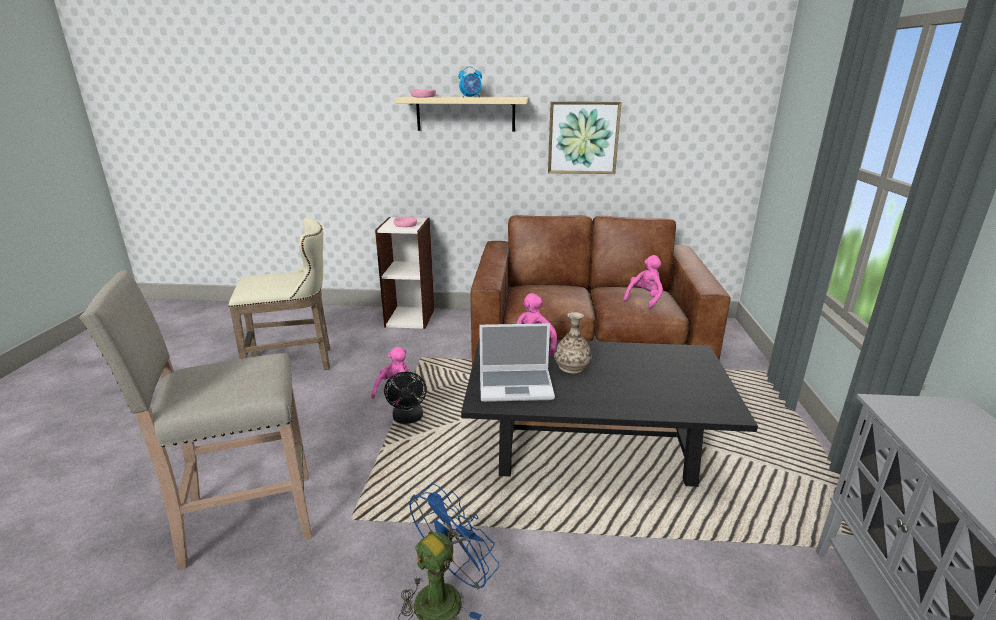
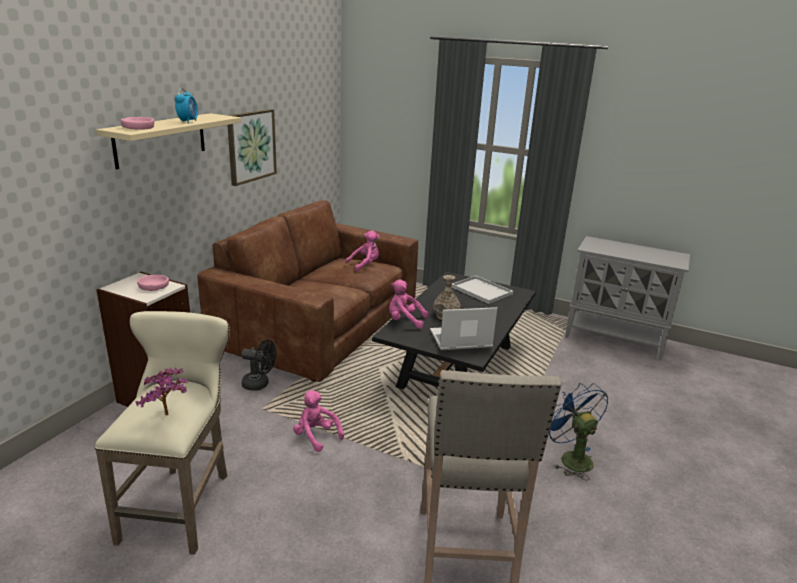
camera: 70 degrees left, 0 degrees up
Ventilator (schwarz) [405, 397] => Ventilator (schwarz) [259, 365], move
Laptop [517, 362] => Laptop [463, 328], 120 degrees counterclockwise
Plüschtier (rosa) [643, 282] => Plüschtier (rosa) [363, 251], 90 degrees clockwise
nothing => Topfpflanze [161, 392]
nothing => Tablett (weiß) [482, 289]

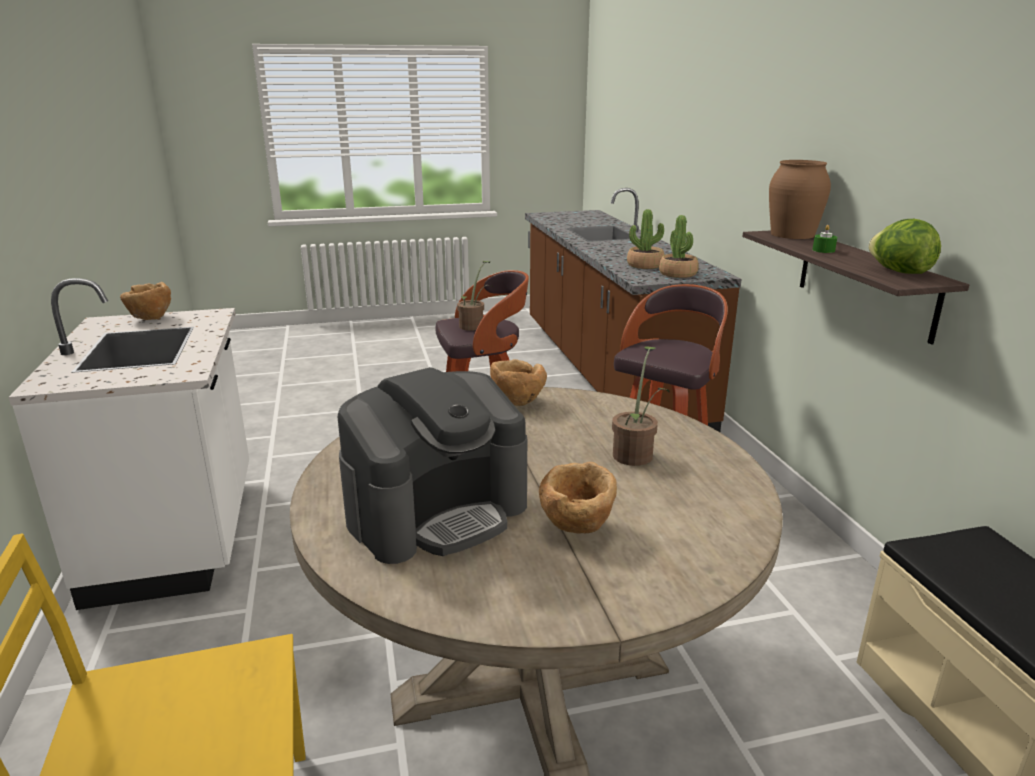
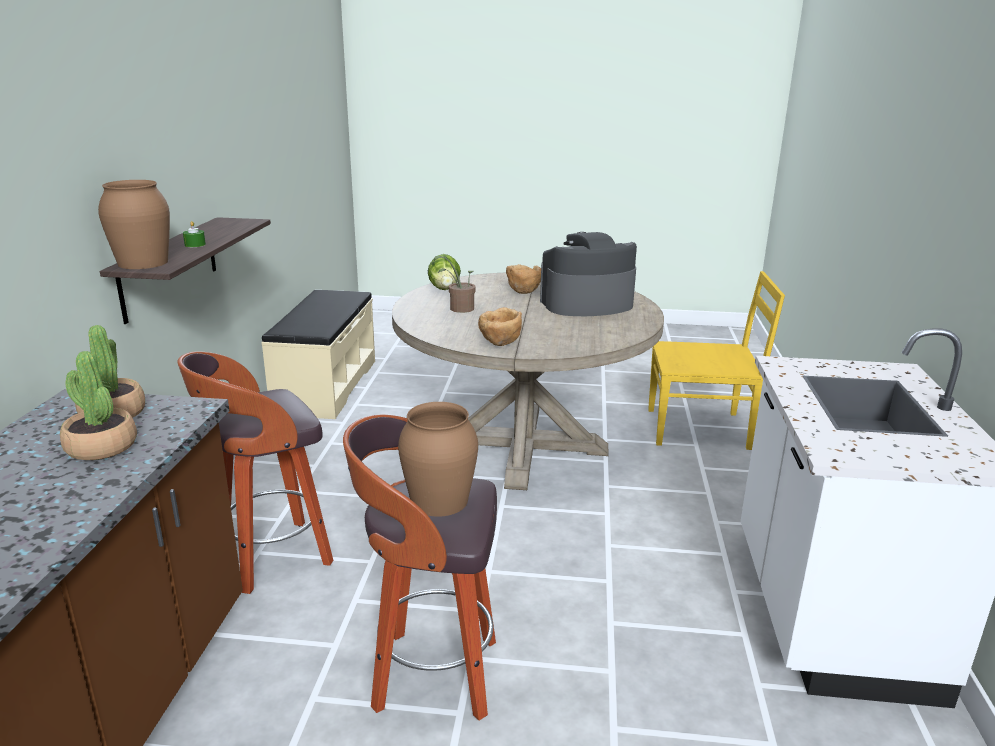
camera: 160 degrees left, 0 degrees up
Schüssel (braun) [145, 301] => nothing
Topfpflanze [475, 296] => Vase (braun) [438, 459]
Salatkopf [904, 246] => Salatkopf [444, 272], move

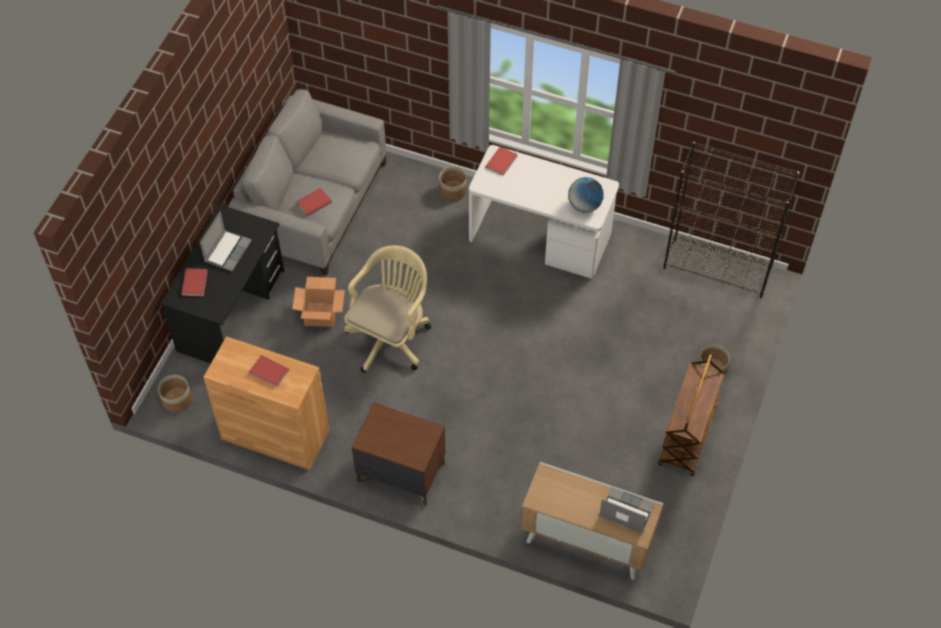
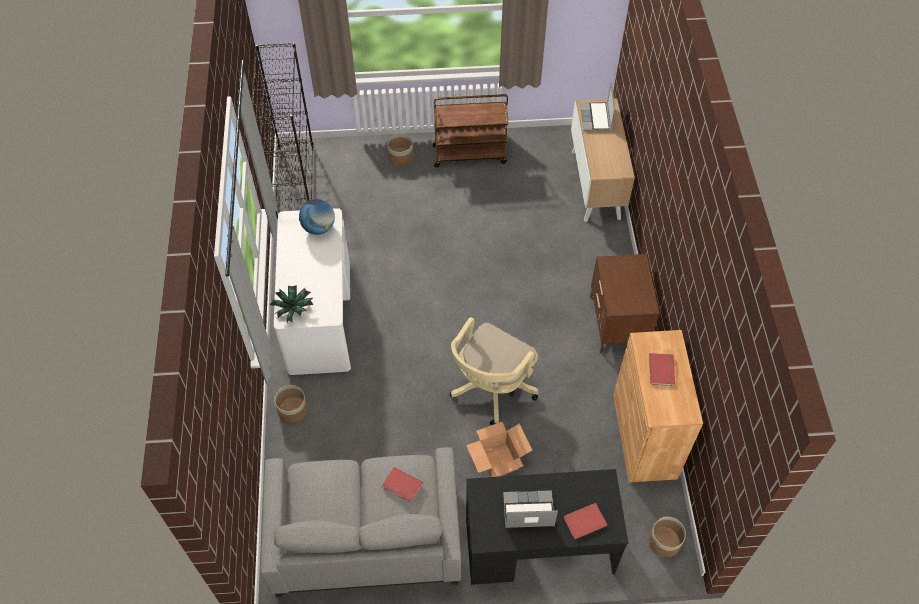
camera: 115 degrees left, 0 degrees up
Bürostuhl (beige) [387, 308] => Bürostuhl (beige) [494, 371], 60 degrees counterclockwise
Buch (rot) [501, 161] => Topfpflanze [291, 304]

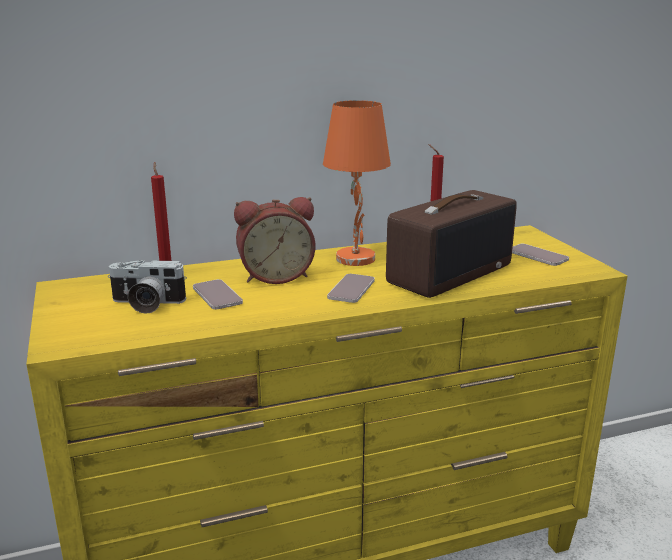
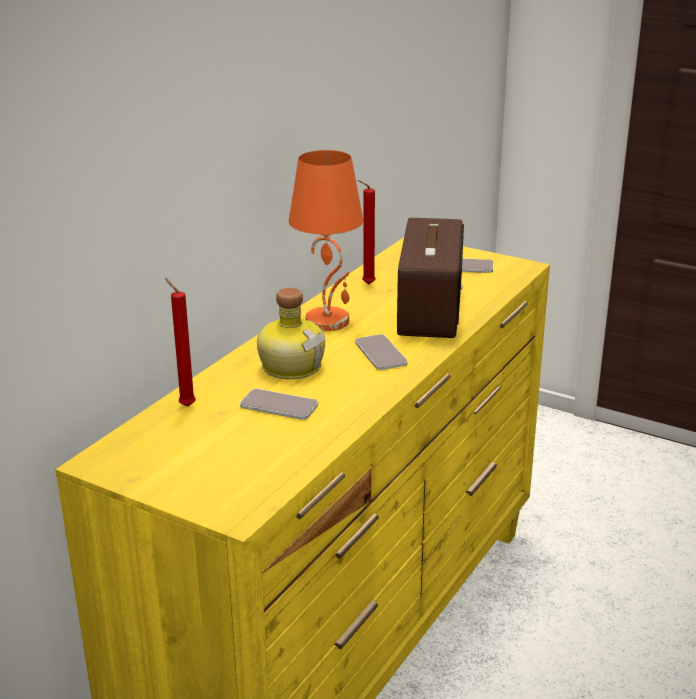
camera: 40 degrees left, 5 degrees up
Kamera [147, 287] => nothing
Wecker [274, 240] => Flasche [291, 333]

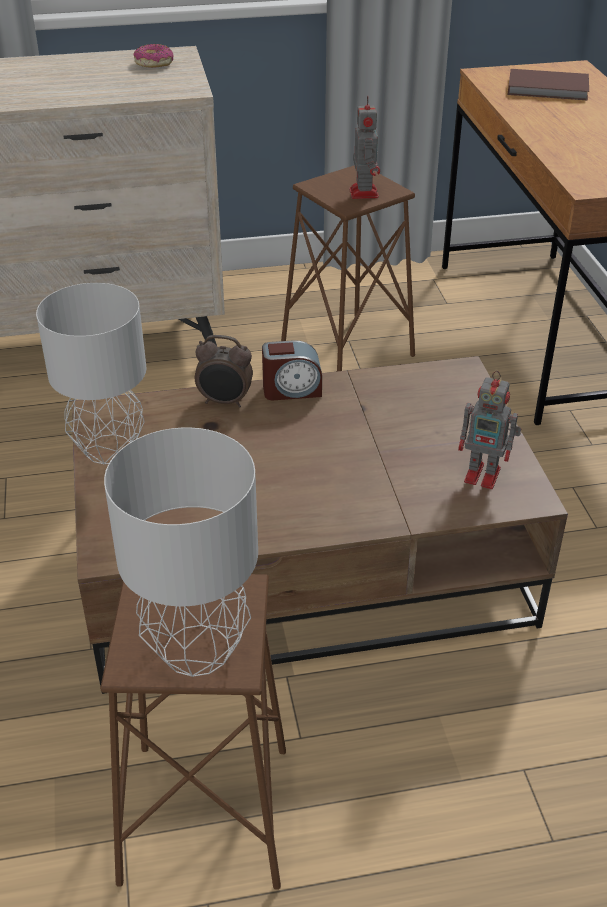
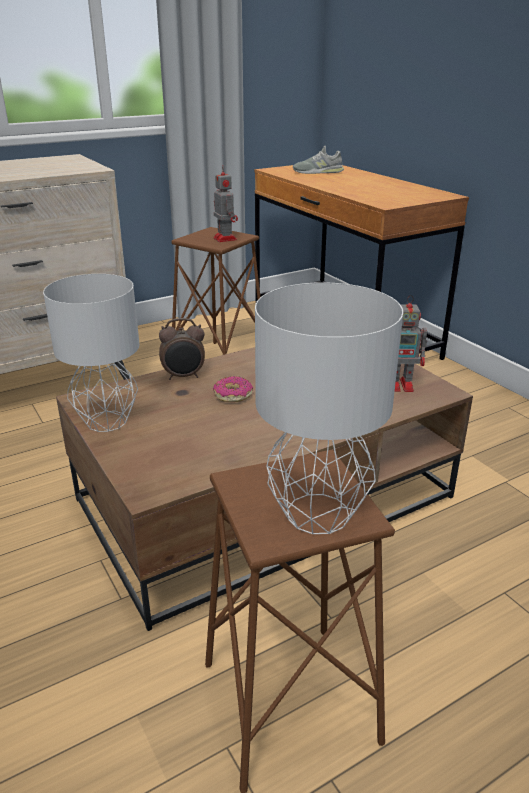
camera: 20 degrees left, 10 degrees down
Donut [153, 56] => Donut [233, 389], move
Wecker [292, 370] => nothing
Buch (braun) [548, 85] => Schuh (grau) [318, 159]

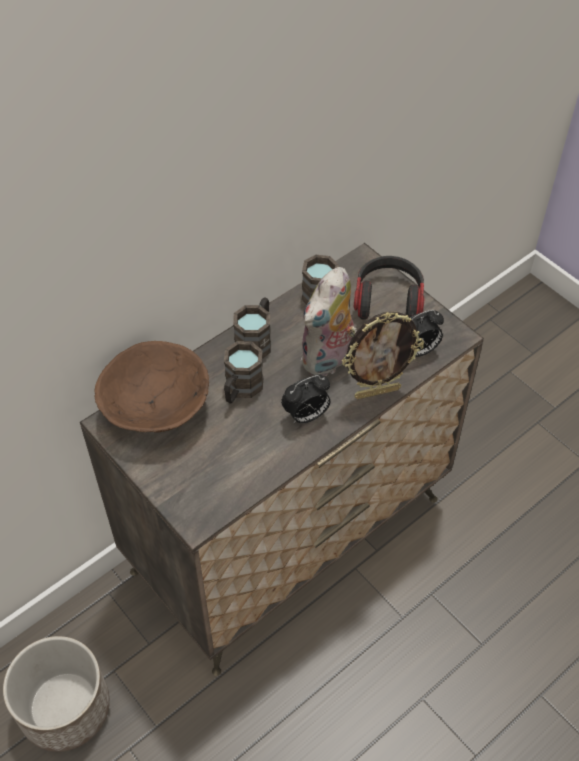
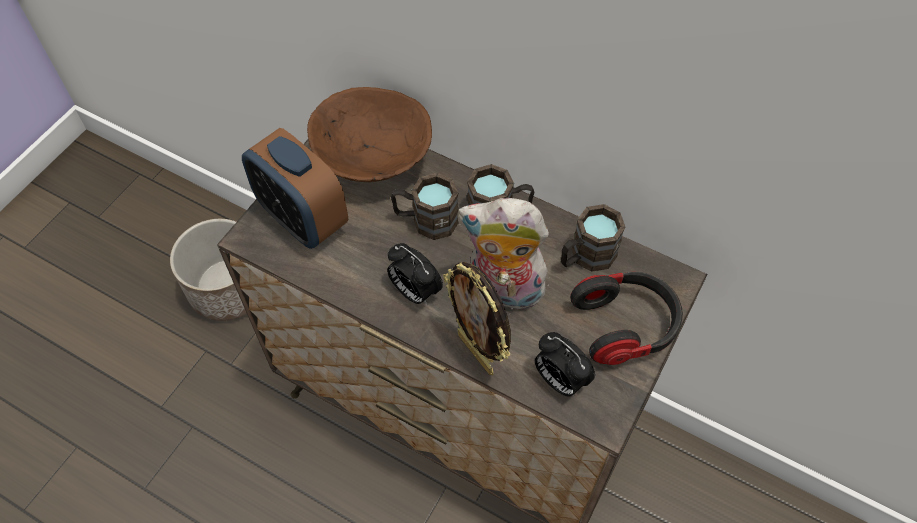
camera: 70 degrees right, 5 degrees up
nothing => Wecker [295, 188]

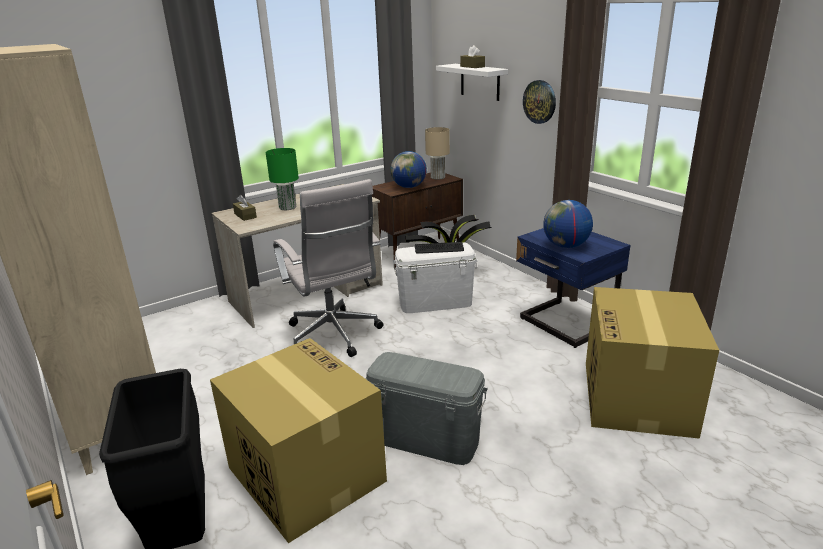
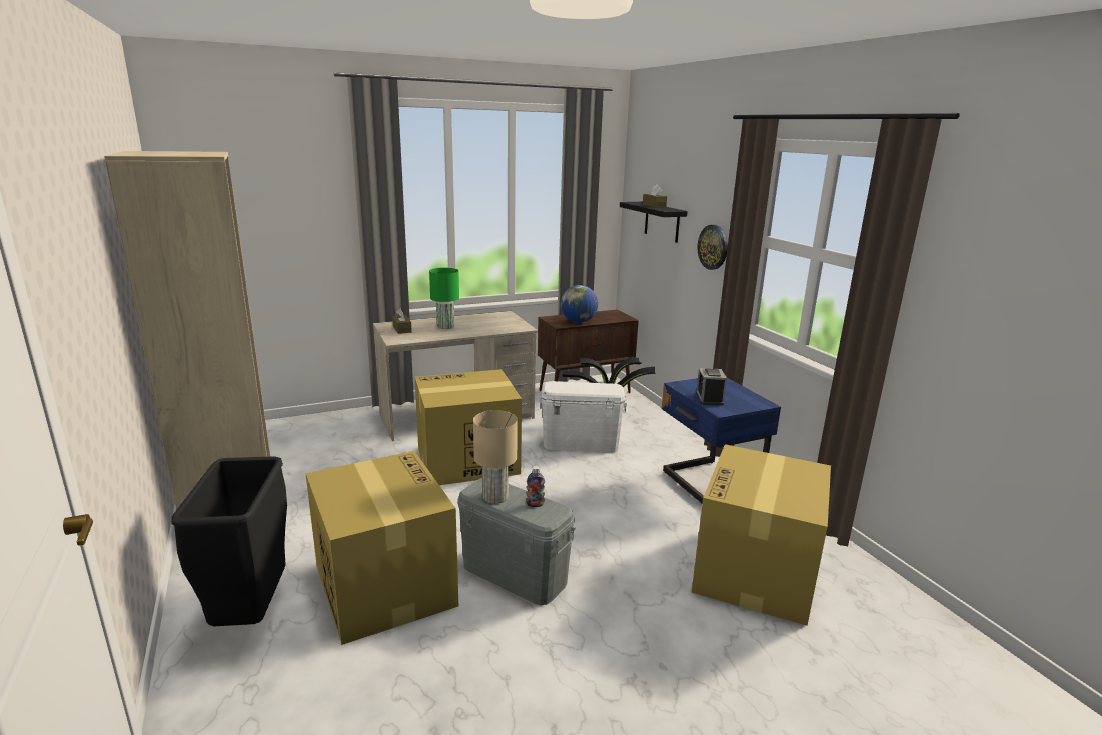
camera: 10 degrees right, 5 degrees down
Bürostuhl (weiß) [328, 268] => Karton [468, 427]
Tastatur [439, 248] => nothing
Tischlampe (beige) [437, 153] => Tischlampe (beige) [495, 457], move
Wandregal (weiß) [472, 82] => Wandregal (schwarz) [654, 222]
Globus [568, 224] => Wecker [711, 387]
nothing => Flasche [536, 486]

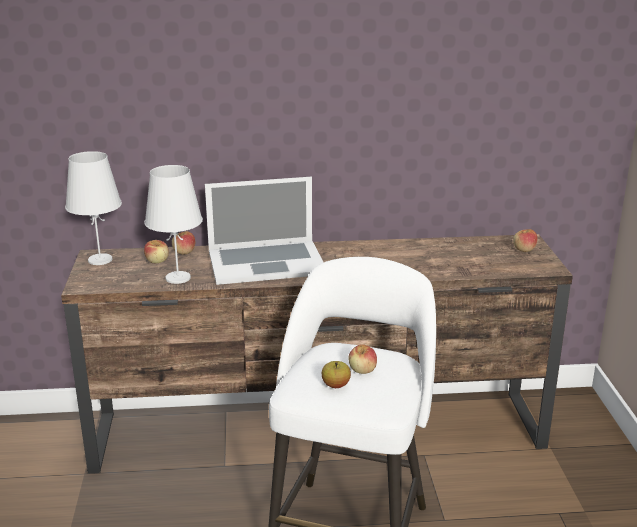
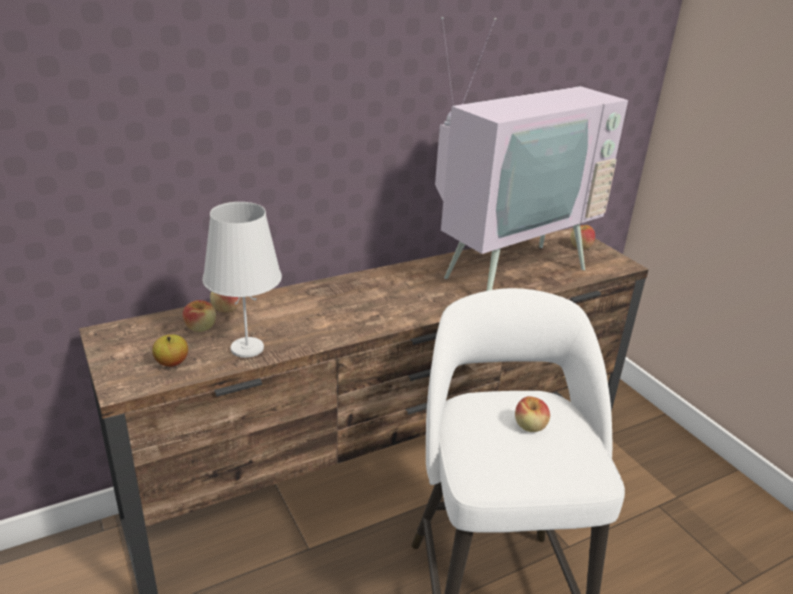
camera: 25 degrees left, 5 degrees up
Tischlampe (weiß) [93, 208] => nothing
Laptop [264, 231] => nothing
Apfel [336, 374] => Apfel [170, 350], move
nothing => Fernseher [531, 154]

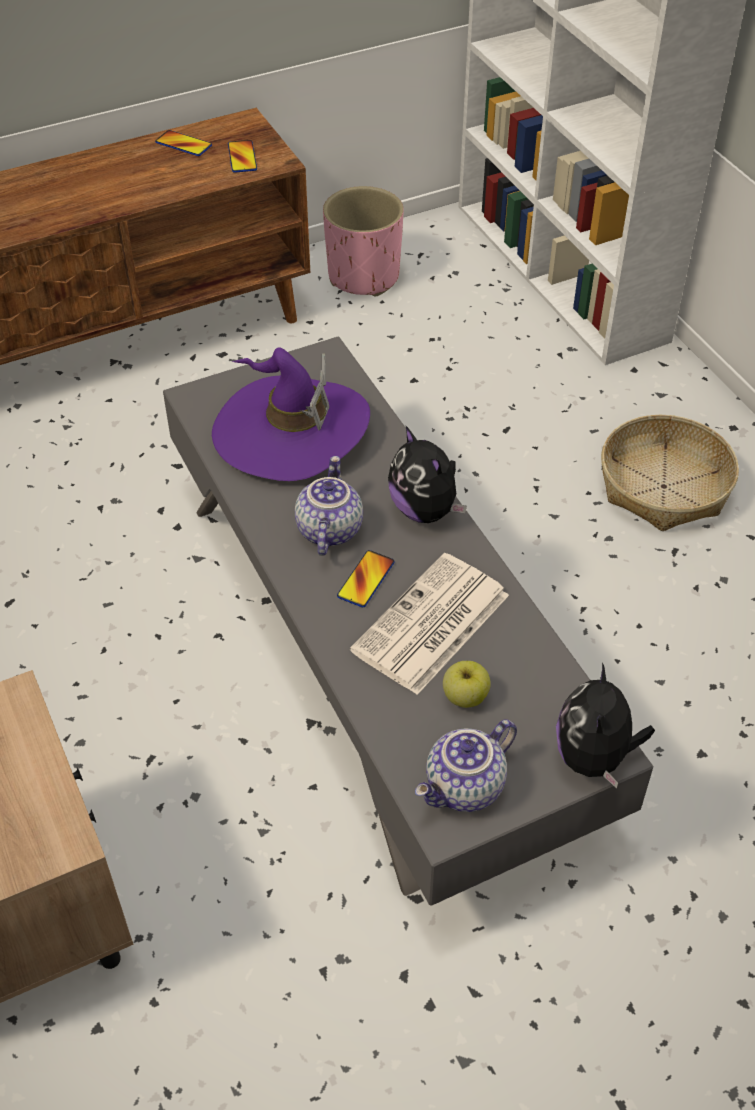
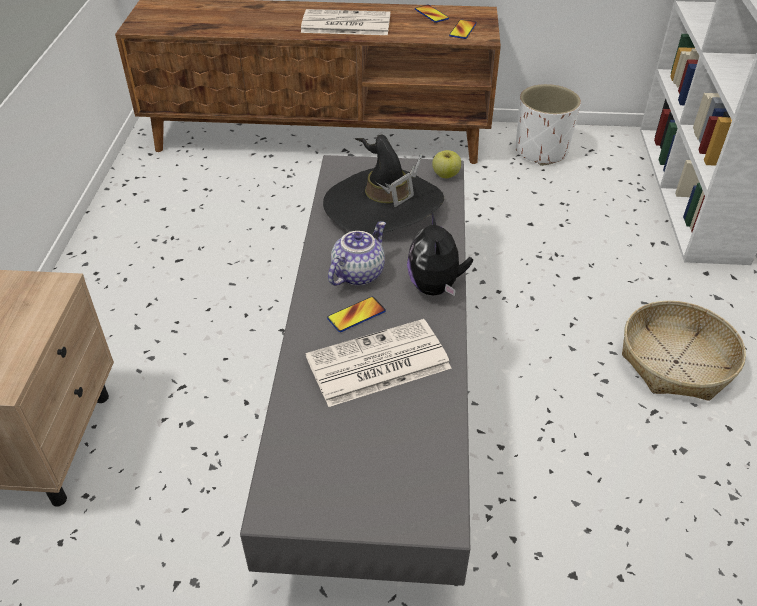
camera: 30 degrees right, 5 degrees down
Hut (lila) [291, 414] => Hut (schwarz) [383, 185]
Pflanzkübel (rosa) [363, 241] => Pflanzkübel (weiß) [548, 125]
Teekanne [466, 765] => nothing
Apfel [467, 684] => Apfel [446, 164], move
Plüschtier [605, 725] => nothing
nothing => Zeitung [345, 22]

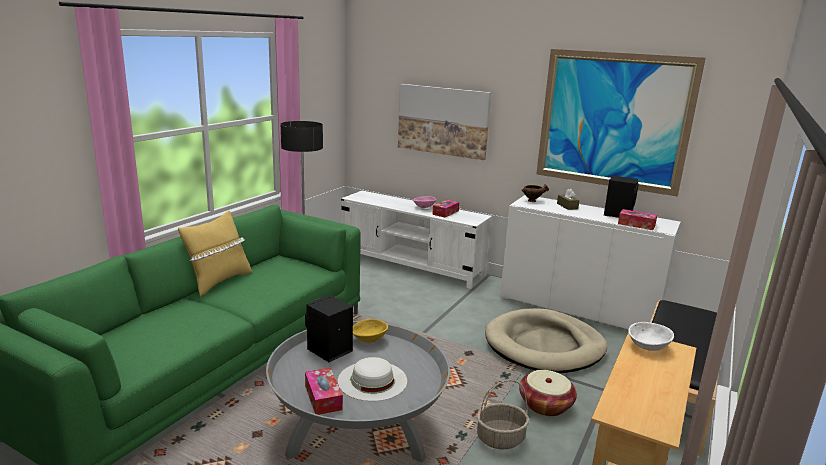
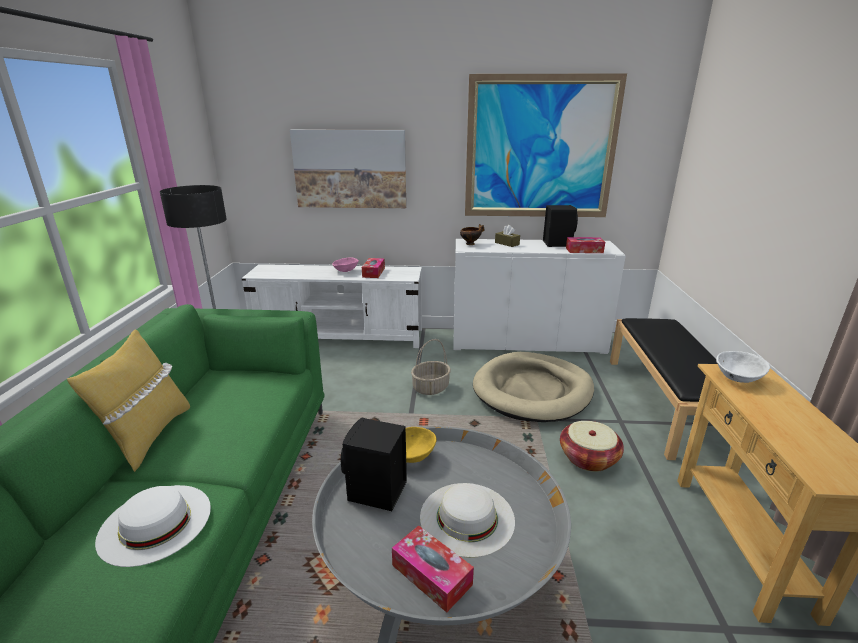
camera: 25 degrees left, 5 degrees up
Korb [503, 414] => Korb [431, 367], move
nothing => Hut (weiß) [153, 526]

